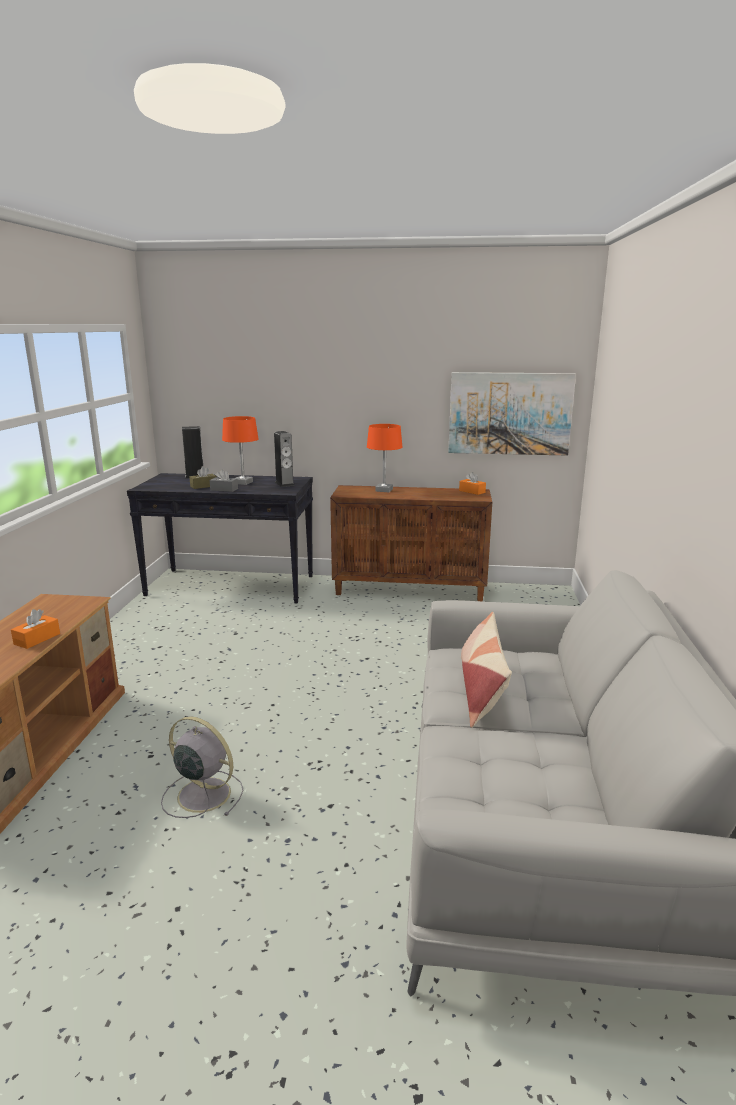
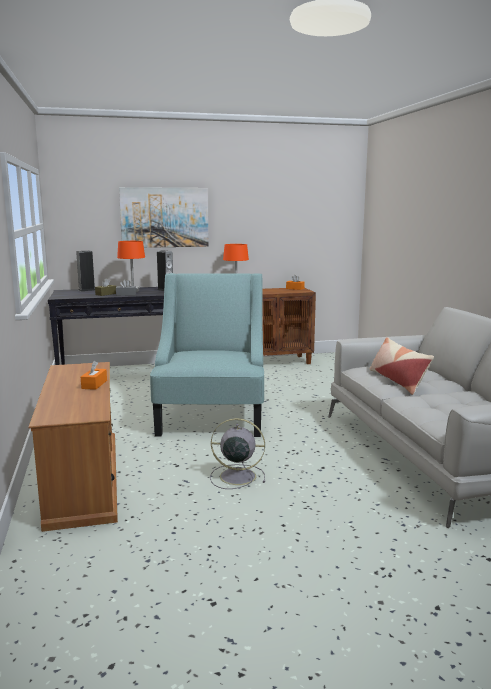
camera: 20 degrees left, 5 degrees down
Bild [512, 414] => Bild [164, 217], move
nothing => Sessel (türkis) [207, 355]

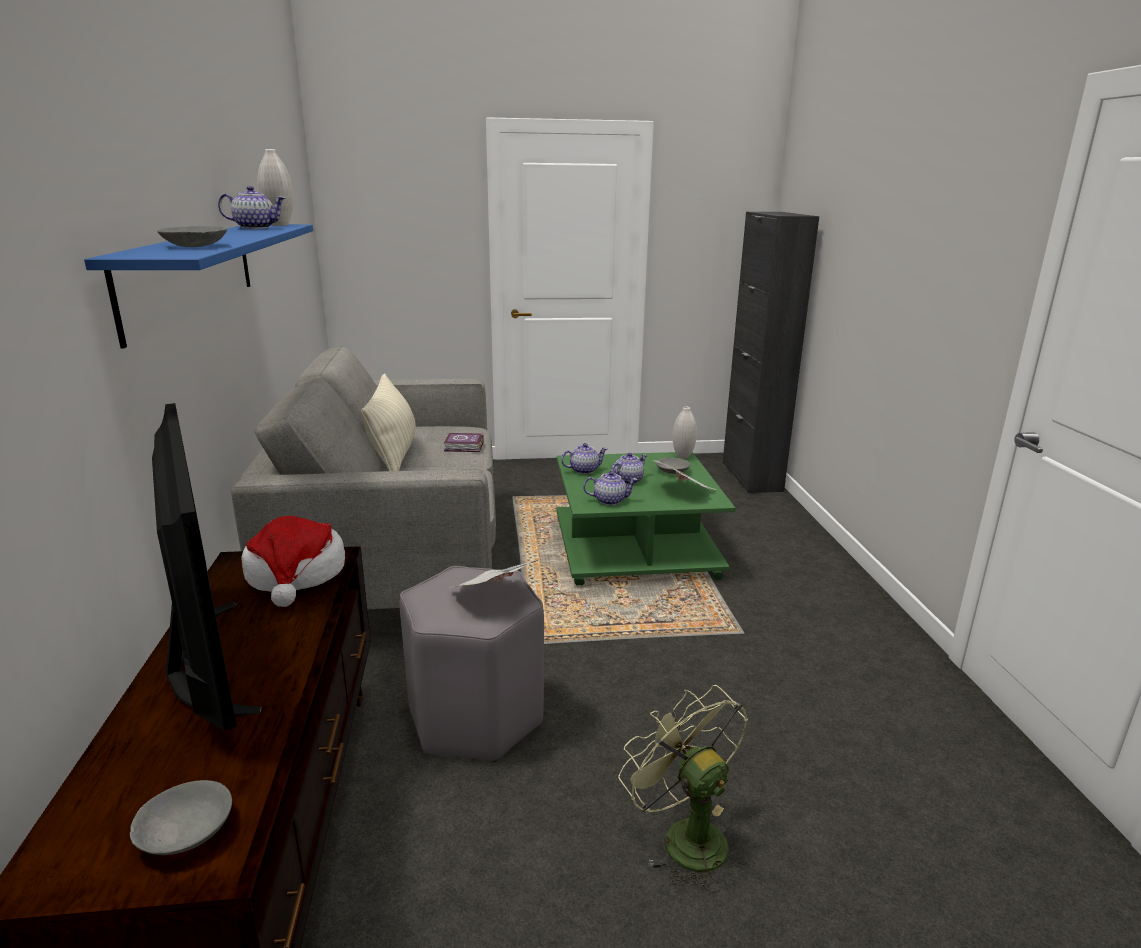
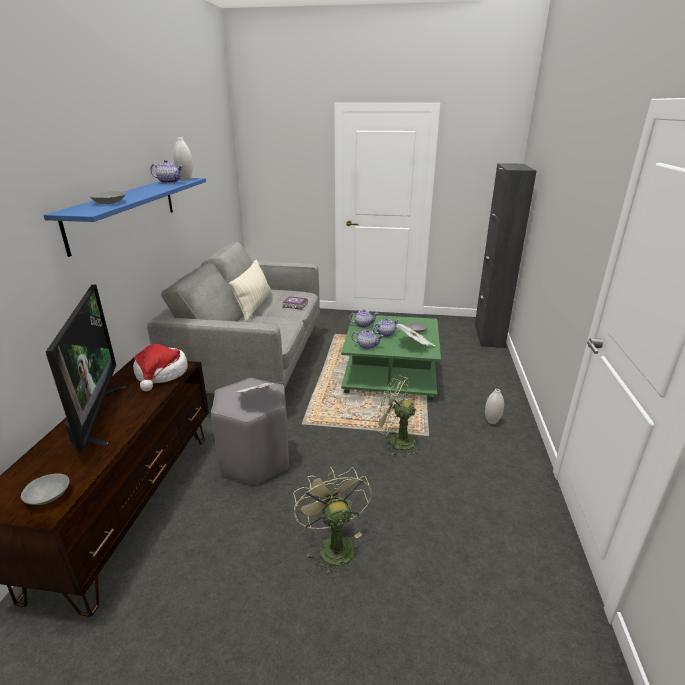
camera: 15 degrees right, 5 degrees up
Vase (weiß) [685, 432] => Vase (weiß) [494, 406], move
nothing => Ventilator (grün) [397, 416]

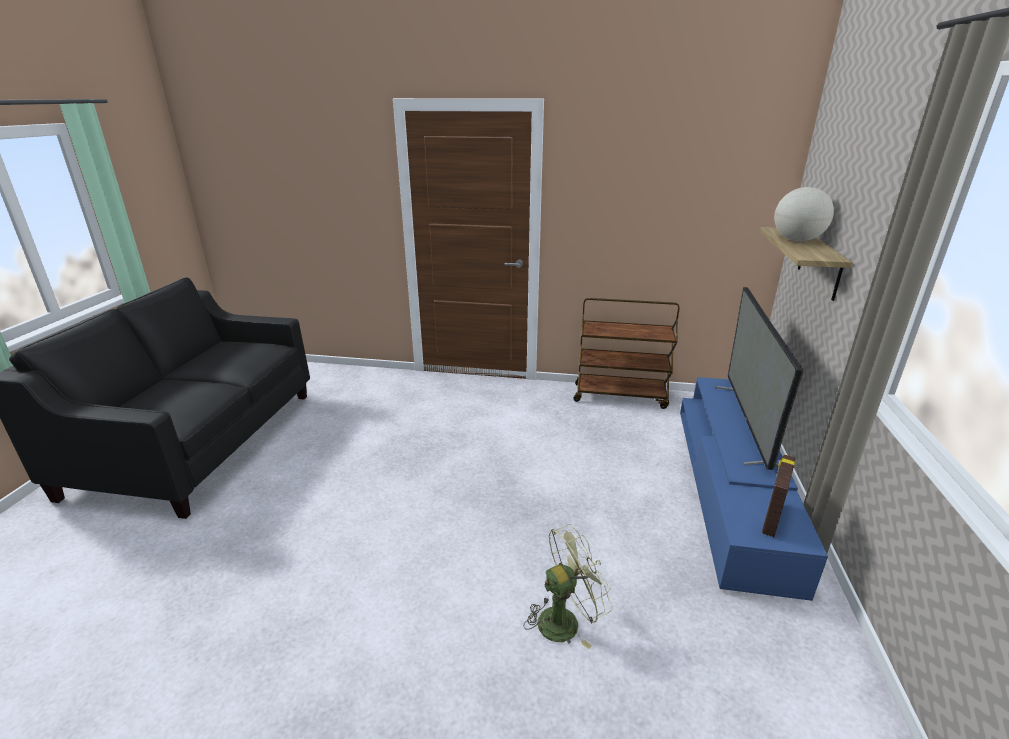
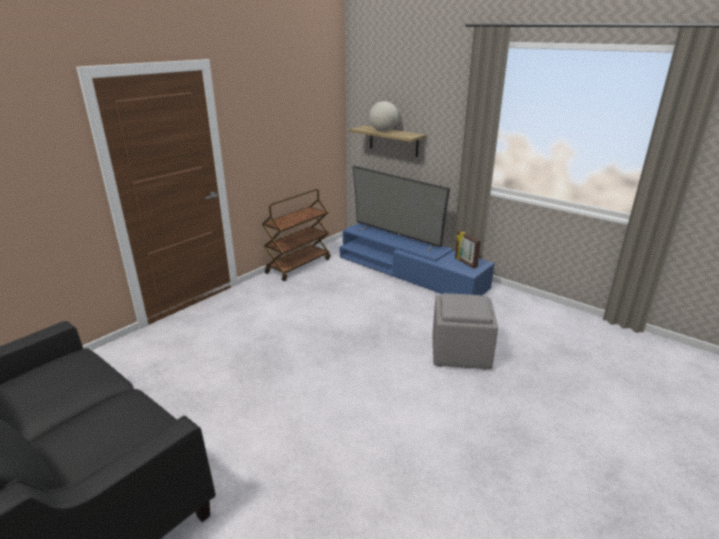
camera: 60 degrees left, 0 degrees up
Ventilator (grün) [568, 586] => Polsterhocker (grau) [465, 331]

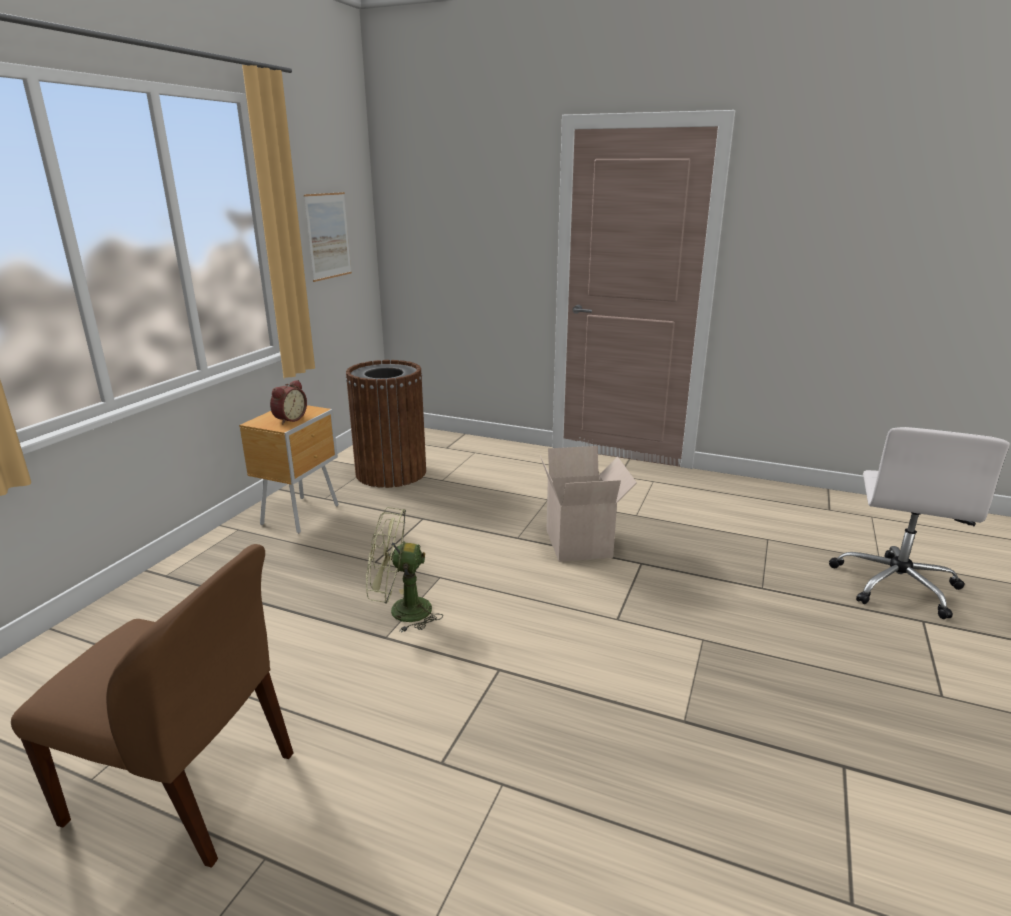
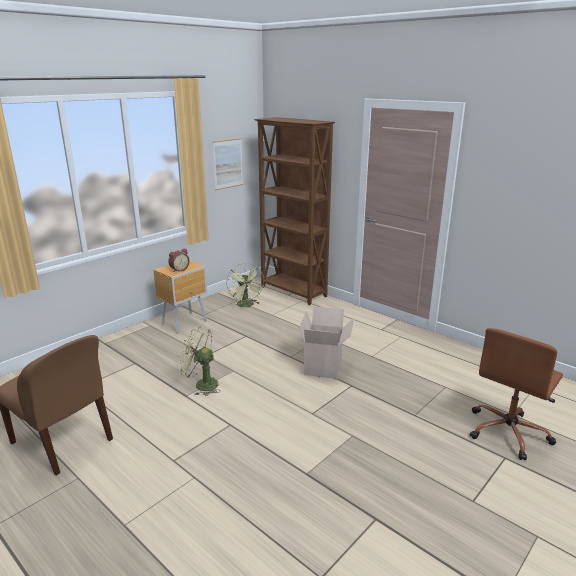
camera: 20 degrees right, 0 degrees up
Mülleimer (braun) [386, 424] => Ventilator (grün) [245, 285]
Bürostuhl (weiß) [919, 523] => Bürostuhl (braun) [516, 394]
nothing => Bücherregal (braun) [294, 211]

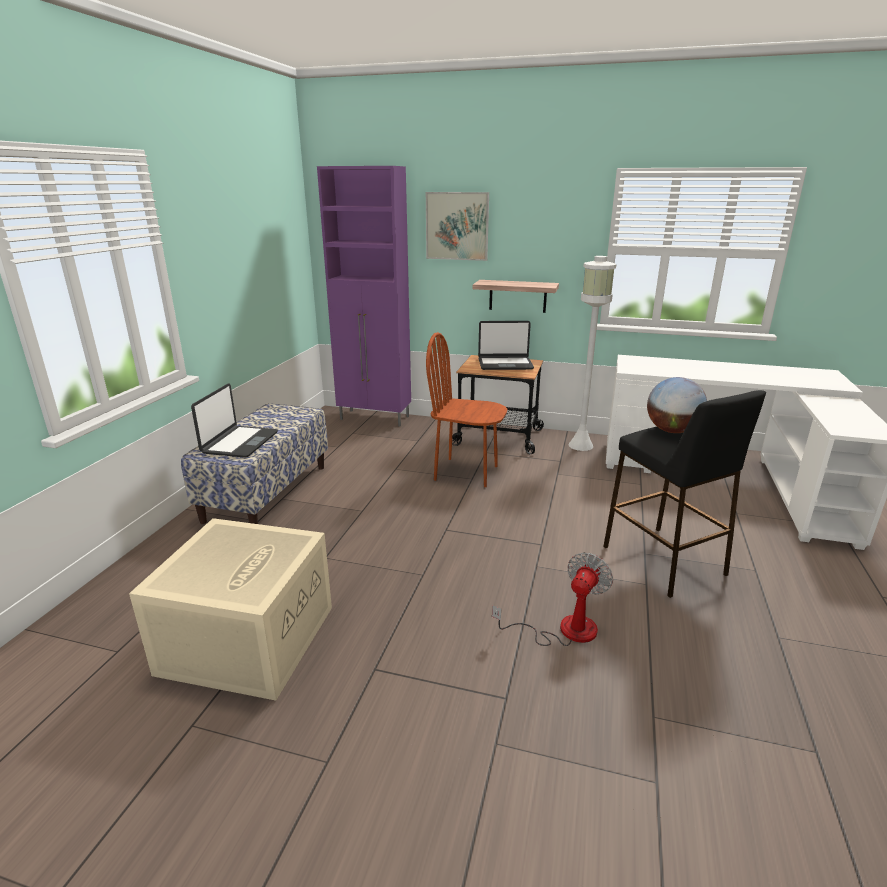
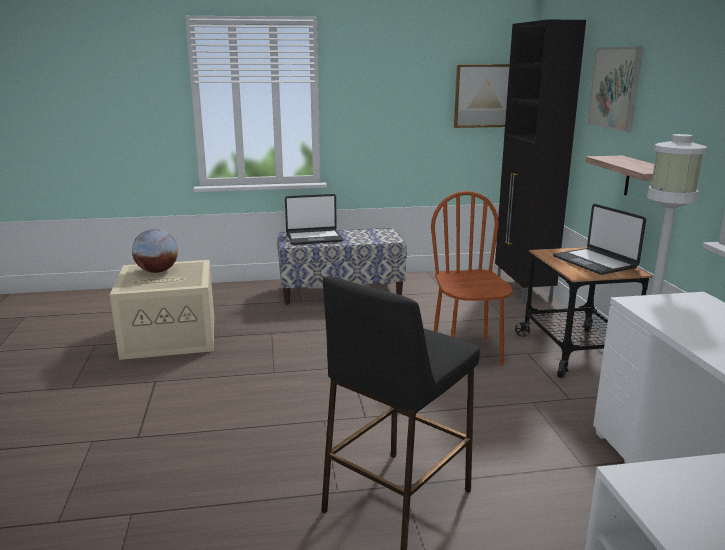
camera: 65 degrees right, 5 degrees down
Schrank (lila) [364, 296] => Schrank (schwarz) [540, 161]
Ventilator [552, 599] => nothing
Globus [677, 405] => Globus [155, 251], move
nothing => Bild [482, 96]

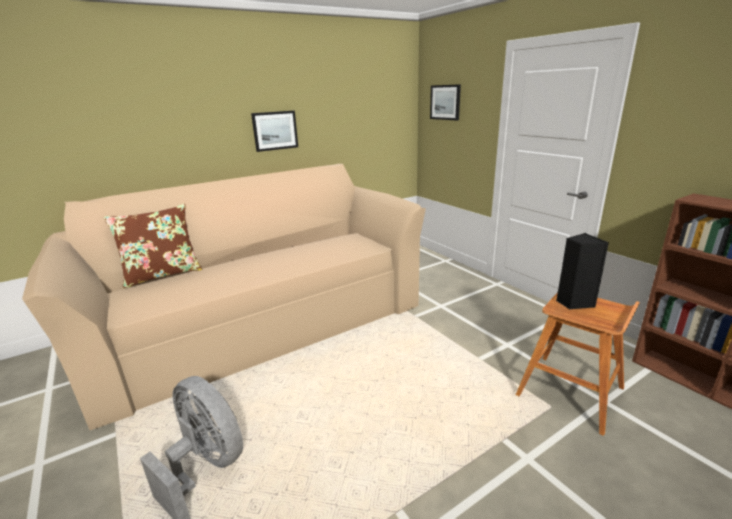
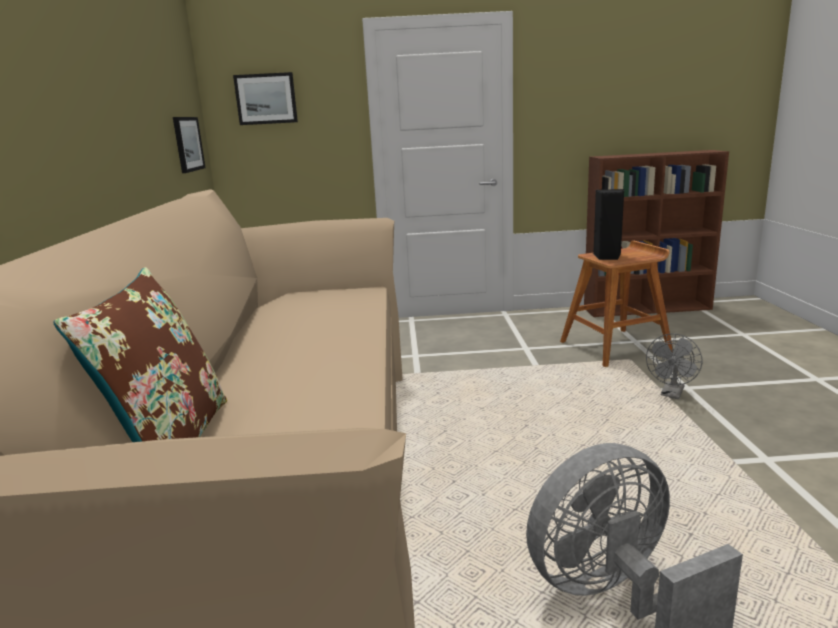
camera: 60 degrees left, 5 degrees down
Bild [274, 131] => Bild [189, 145], move
nothing => Ventilator (grau) [674, 366]

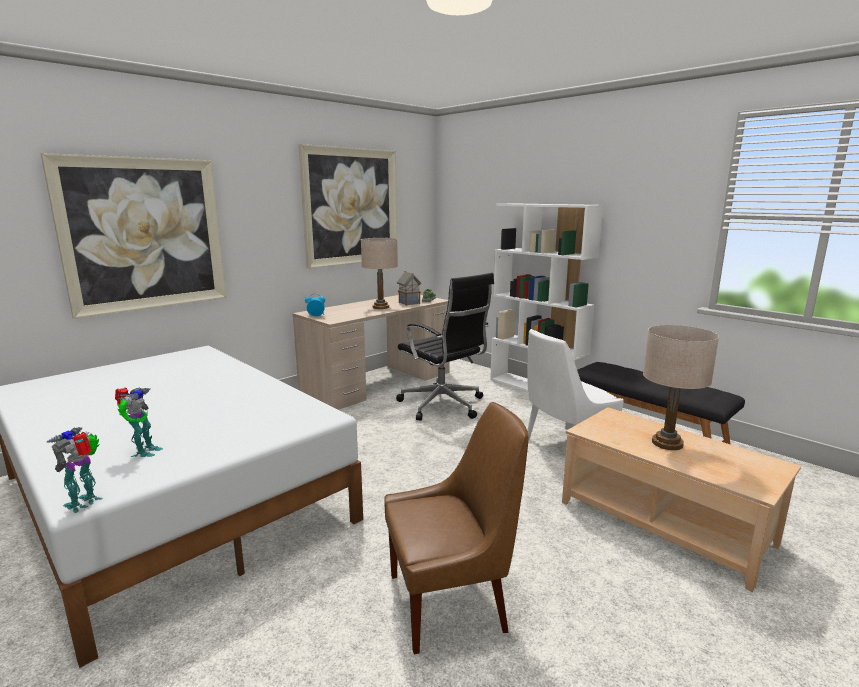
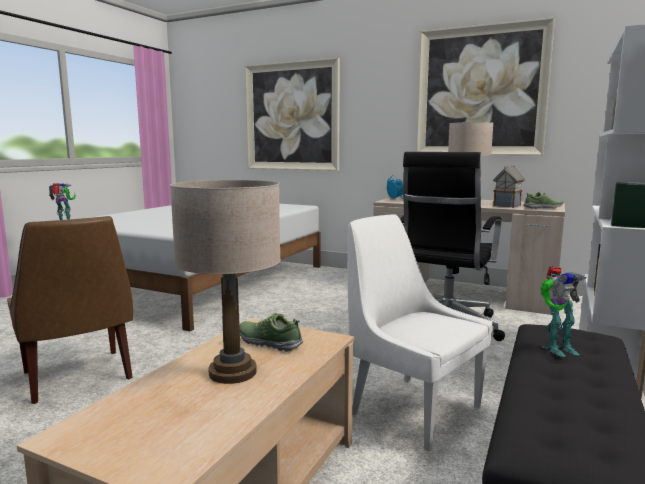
camera: 70 degrees right, 5 degrees down
Spielzeugroboter [139, 422] => Spielzeugroboter [563, 312], move
nothing => Schuh [271, 332]

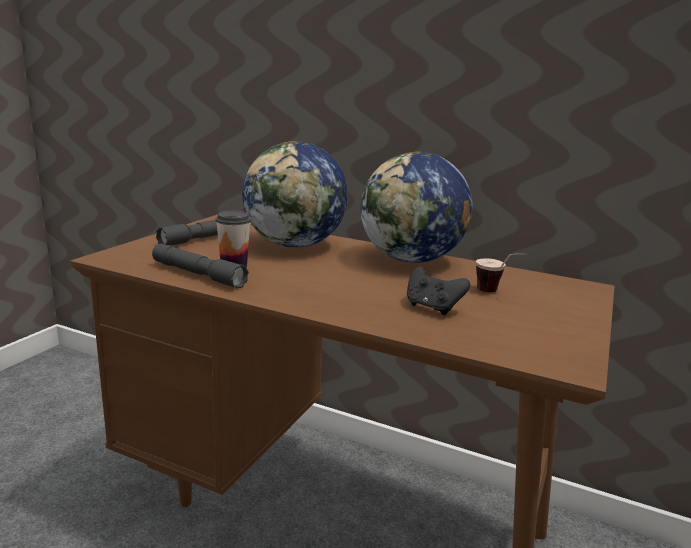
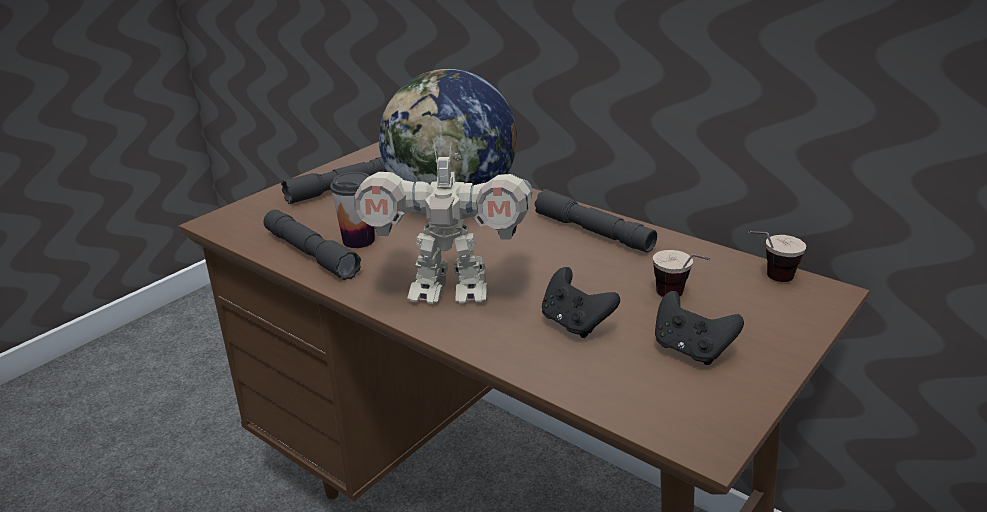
camera: 15 degrees right, 10 degrees up
Globus [416, 207] => Taschenlampe (grau) [596, 221]
nothing => Spielzeugroboter [443, 223]
nothing => Gamepad (schwarz) [699, 328]
nothing => Tasse [777, 256]

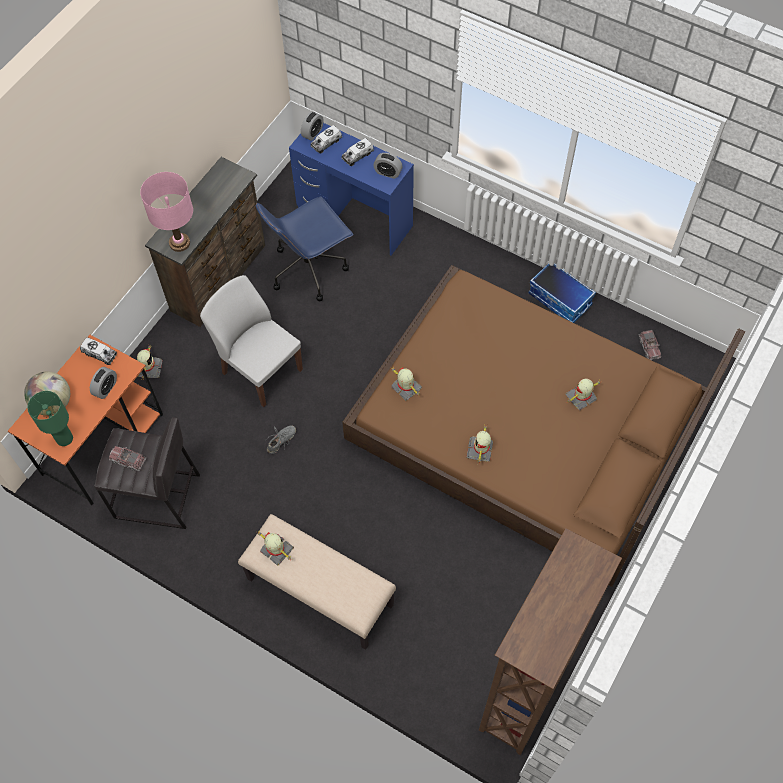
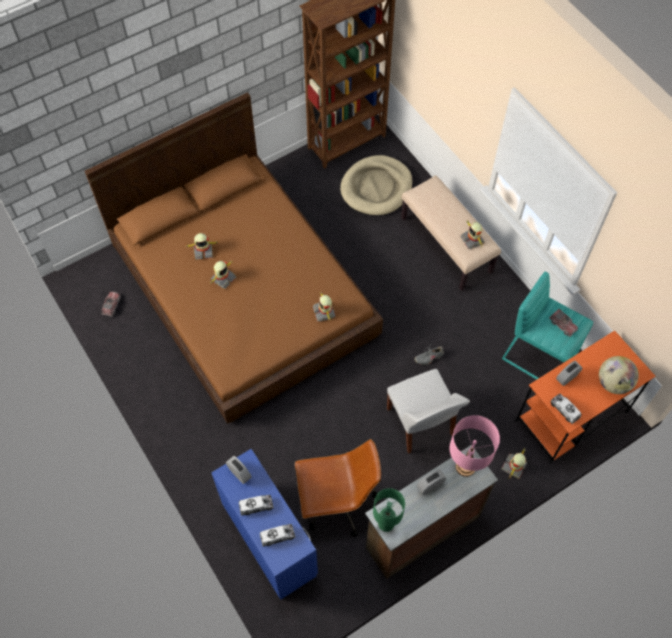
camera: 155 degrees left, 0 degrees up
Tischlampe (grün) [50, 418] => Tischlampe (grün) [389, 510], move
Hocker (grau) [147, 473] => Hocker (türkis) [547, 326]
Bürostuhl (blau) [304, 249] => Bürostuhl (braun) [338, 488]
Wecker [312, 126] => Wecker [431, 482], move
Spielzeugroboter [479, 445] => Spielzeugroboter [223, 274], move
Aufbewahrungsbox [562, 293] => nothing
nothing => Hundebett (beige) [376, 185]

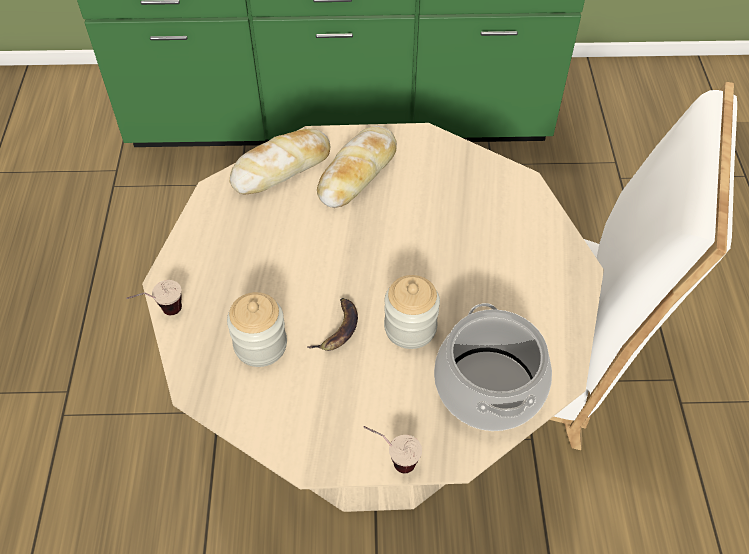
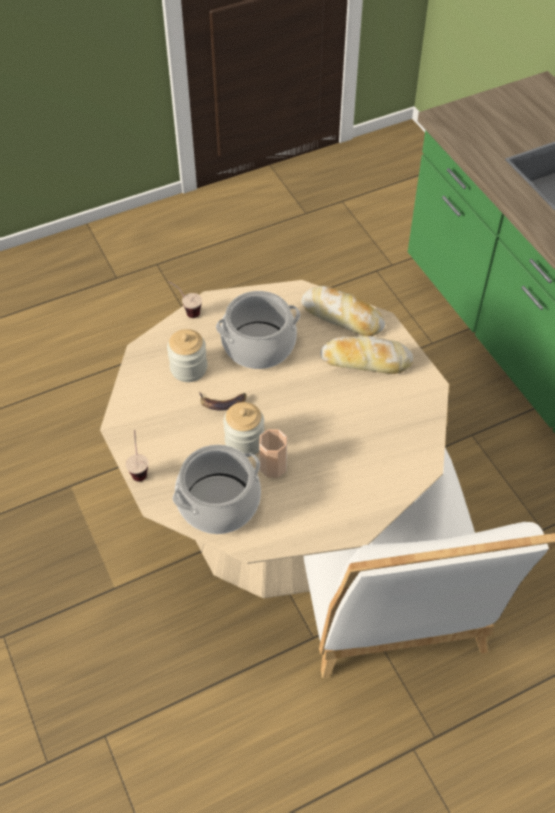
camera: 65 degrees right, 0 degrees up
nothing => Kochtopf [258, 330]
nothing => Tasse [273, 453]

